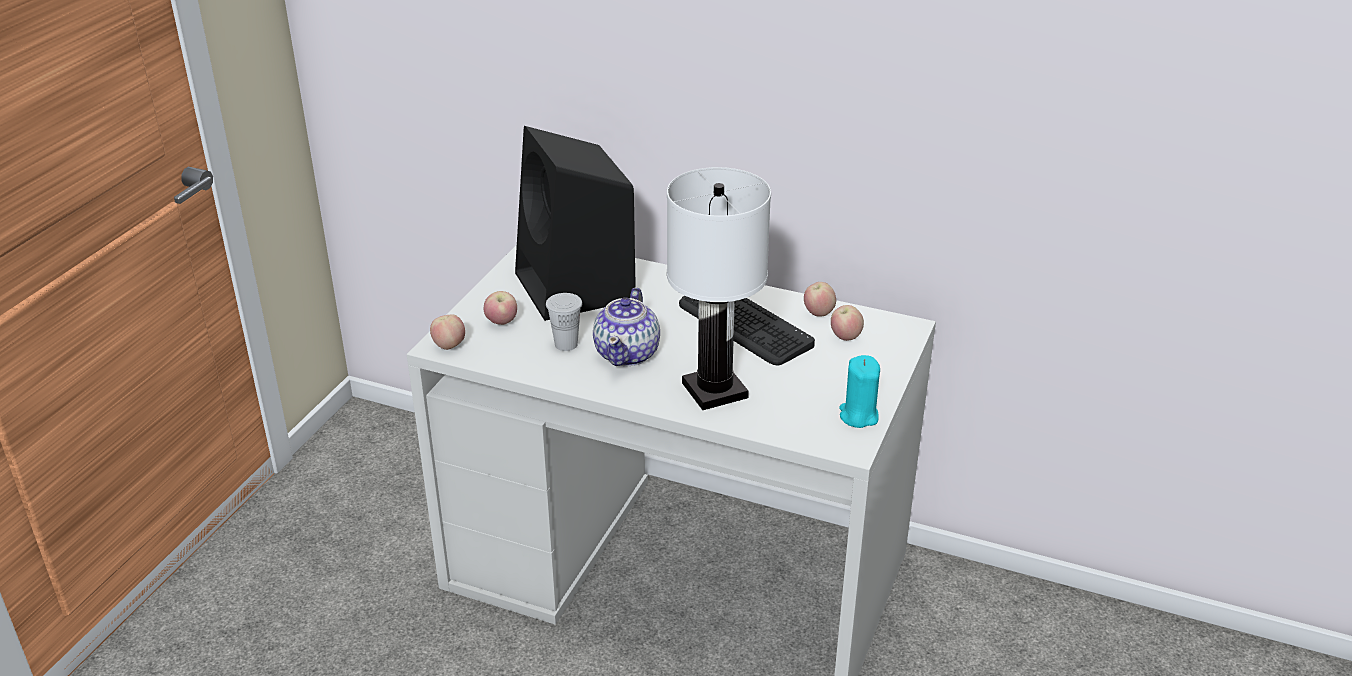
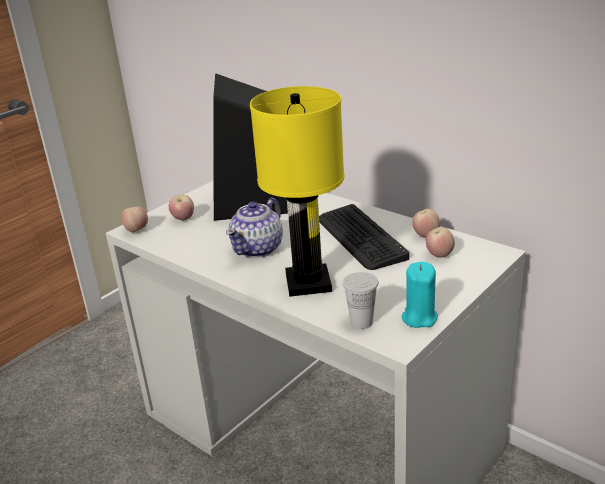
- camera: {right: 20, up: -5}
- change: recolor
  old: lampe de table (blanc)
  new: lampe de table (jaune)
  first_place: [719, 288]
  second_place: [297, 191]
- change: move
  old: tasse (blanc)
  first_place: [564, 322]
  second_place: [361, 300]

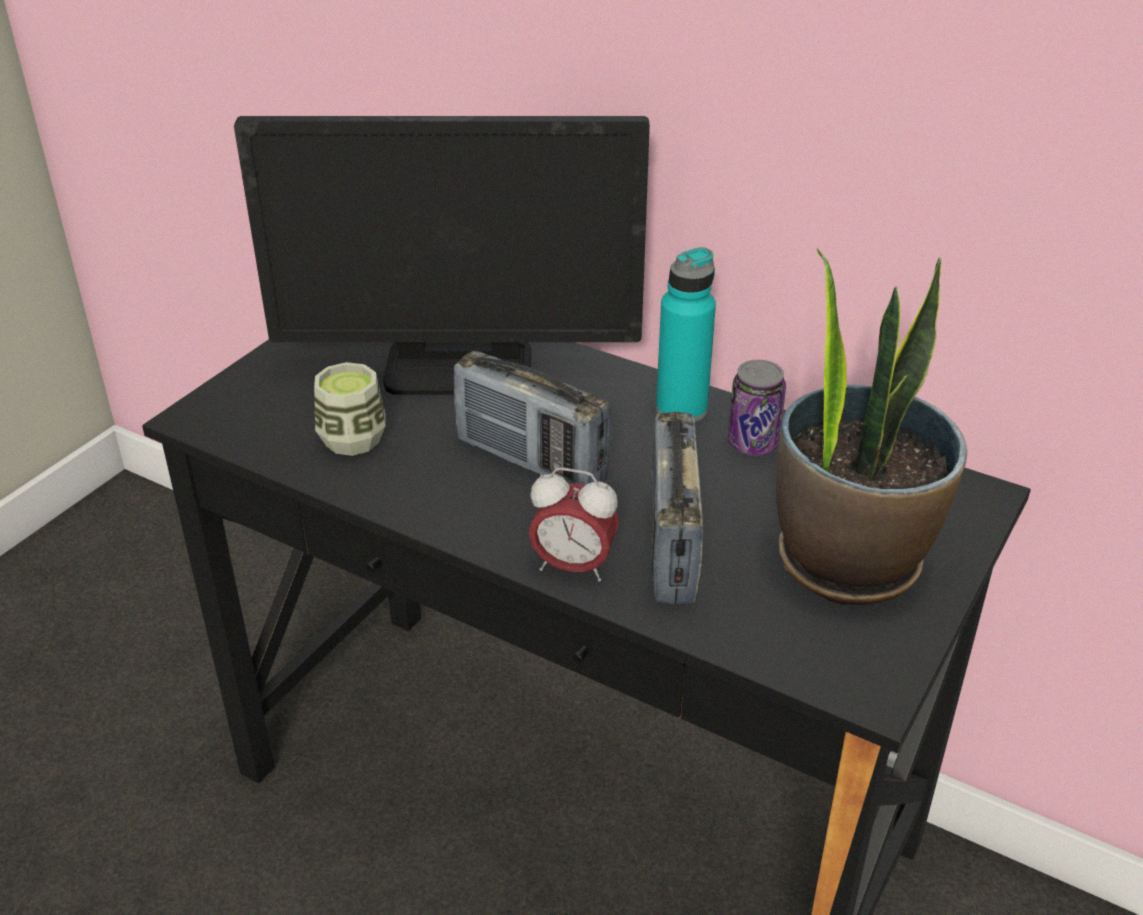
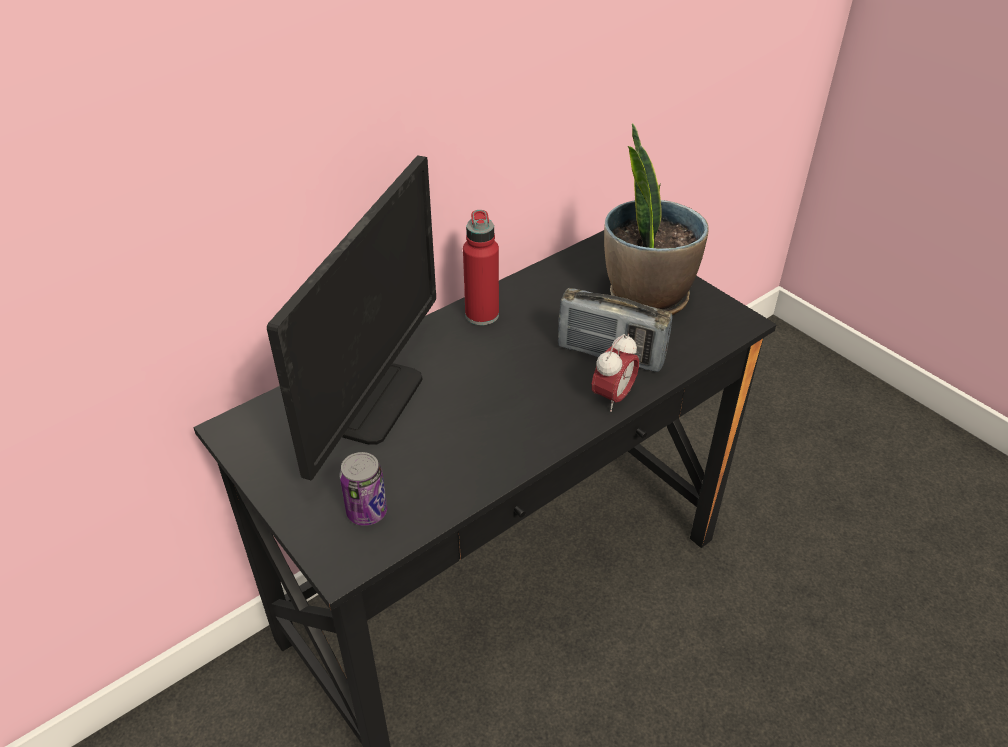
- camera: {right: -70, up: 5}
- change: move
  old: boîte métallique
  first_place: [757, 408]
  second_place: [363, 489]
- change: recolor
  old: bouteille (turquoise)
  new: bouteille (rouge)
  first_place: [686, 334]
  second_place: [481, 267]
- change: delete
  old: tasse
  first_place: [349, 409]
- change: delete
  old: radio
  first_place: [532, 418]

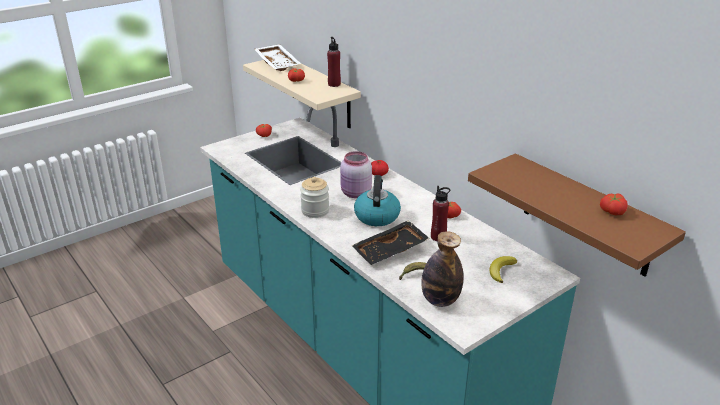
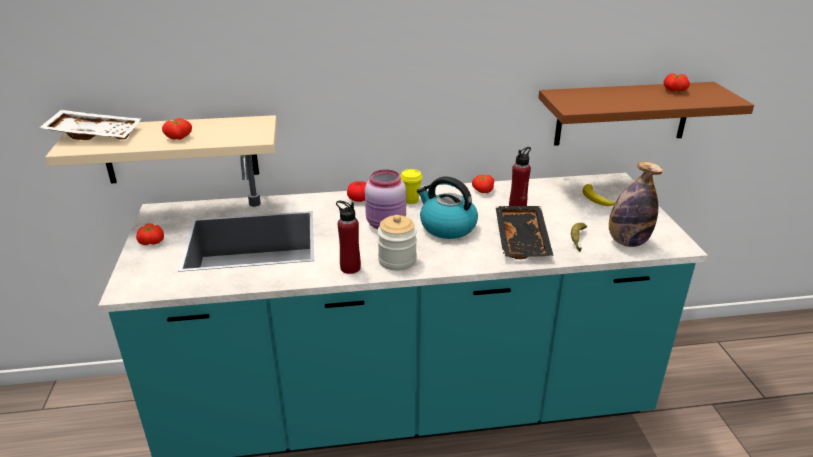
- camera: {right: -60, up: 0}
- change: move
  old: bouteille (rouge)
  first_place: [334, 62]
  second_place: [348, 237]
- change: insert
  new: tasse (jaune)
  second_place: [411, 186]

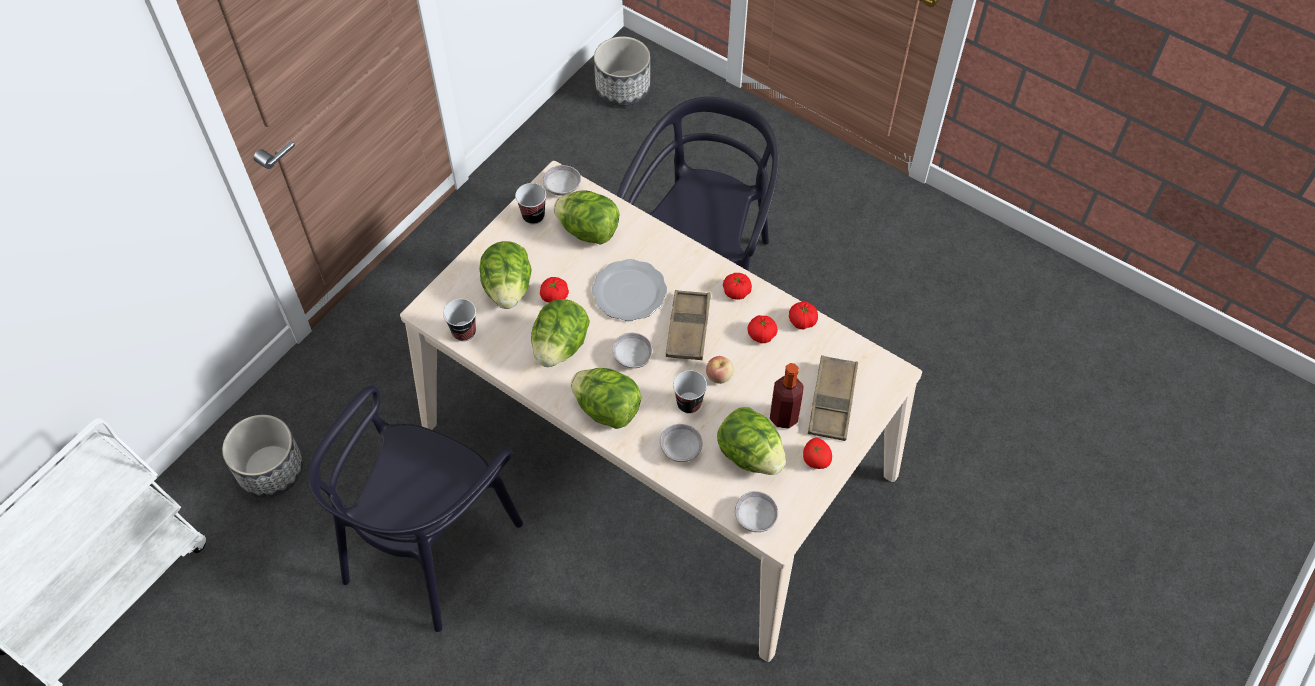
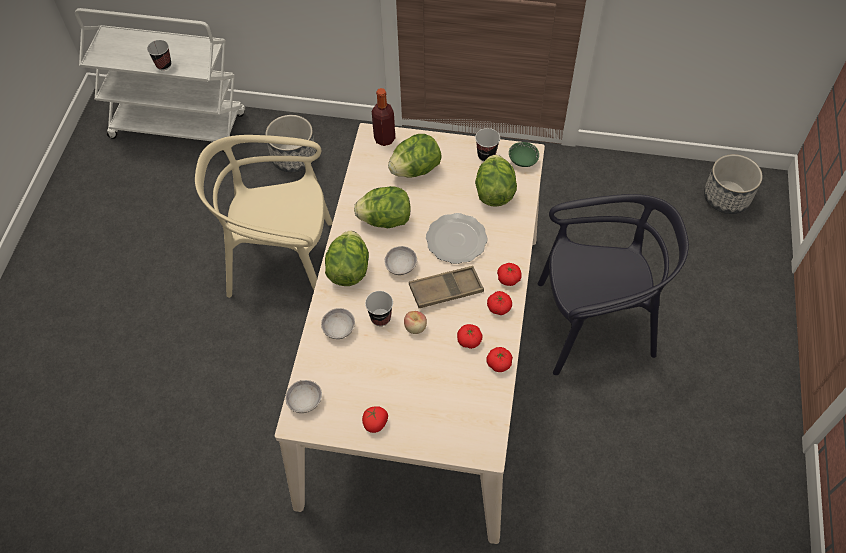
- camera: {right: 65, up: 0}
- change: move
  old: tasse
  first_place: [459, 320]
  second_place: [159, 55]
- change: recolor
  old: chaise (noir)
  new: chaise (beige)
  first_place: [415, 509]
  second_place: [264, 216]
- change: move
  old: bouteille
  first_place: [787, 396]
  second_place: [383, 117]
- change: move
  old: tomate
  first_place: [554, 290]
  second_place: [509, 274]
- change: recolor
  old: bol (gris)
  new: bol (vert)
  first_place: [562, 180]
  second_place: [524, 154]
- change: delete
  old: laitue
  first_place: [751, 441]
- change: delete
  old: plateau (marron)
  first_place: [833, 398]

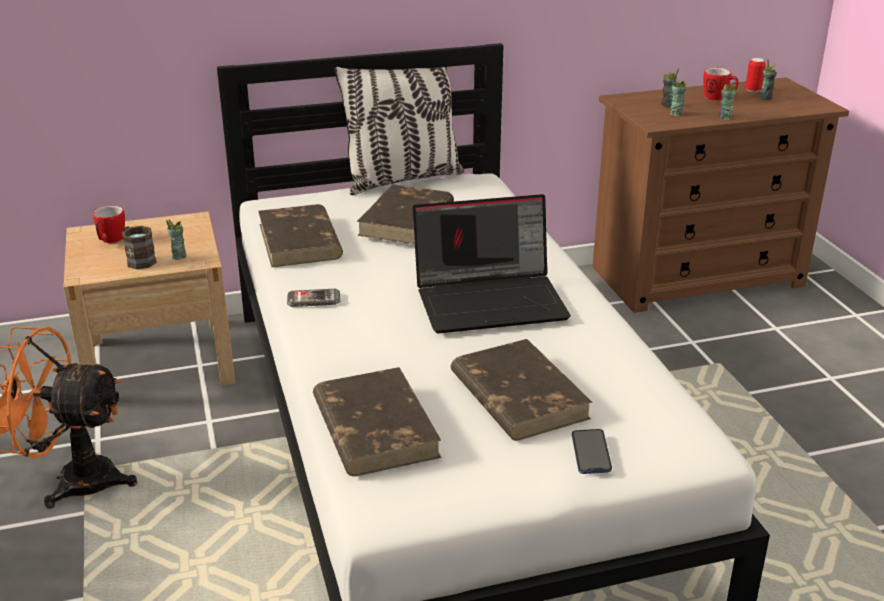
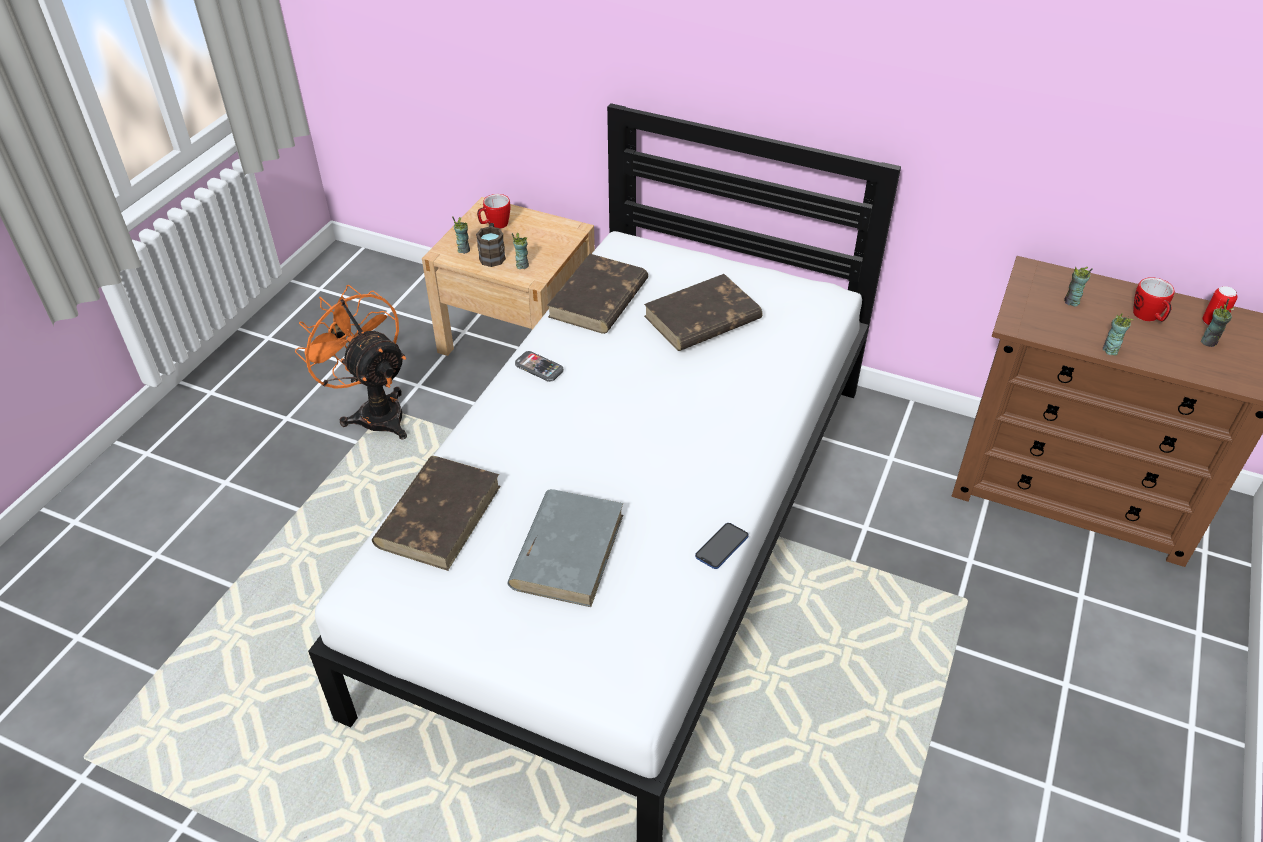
- camera: {right: 40, up: 15}
- change: move
  old: tasse
  first_place: [678, 96]
  second_place: [461, 235]
- change: recolor
  old: livre (marron)
  new: livre (gris)
  first_place: [521, 390]
  second_place: [565, 548]
- change: move
  old: téléphone
  first_place: [592, 451]
  second_place: [722, 546]
- change: delete
  old: coussin
  first_place: [399, 131]
- change: delete
  old: ordinateur portable
  first_place: [492, 263]

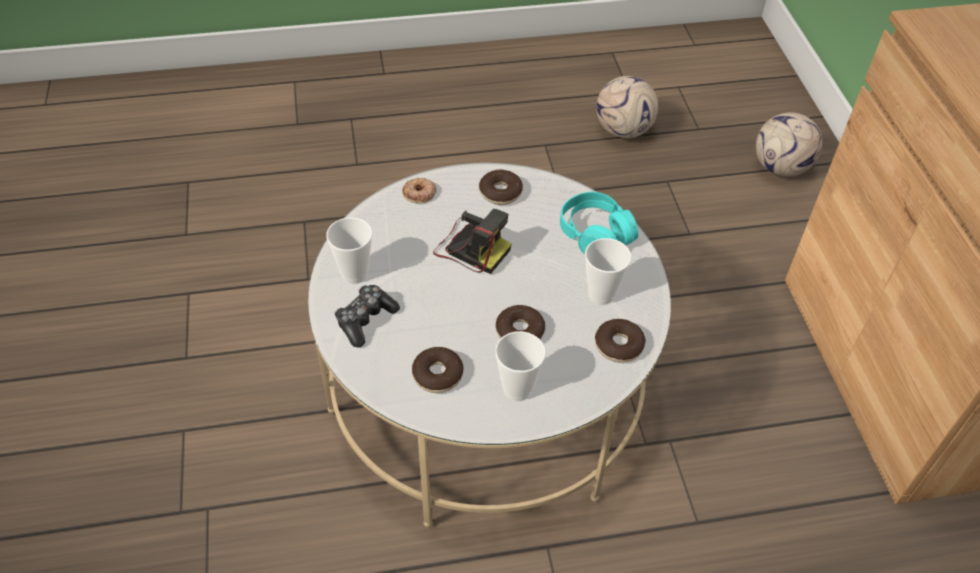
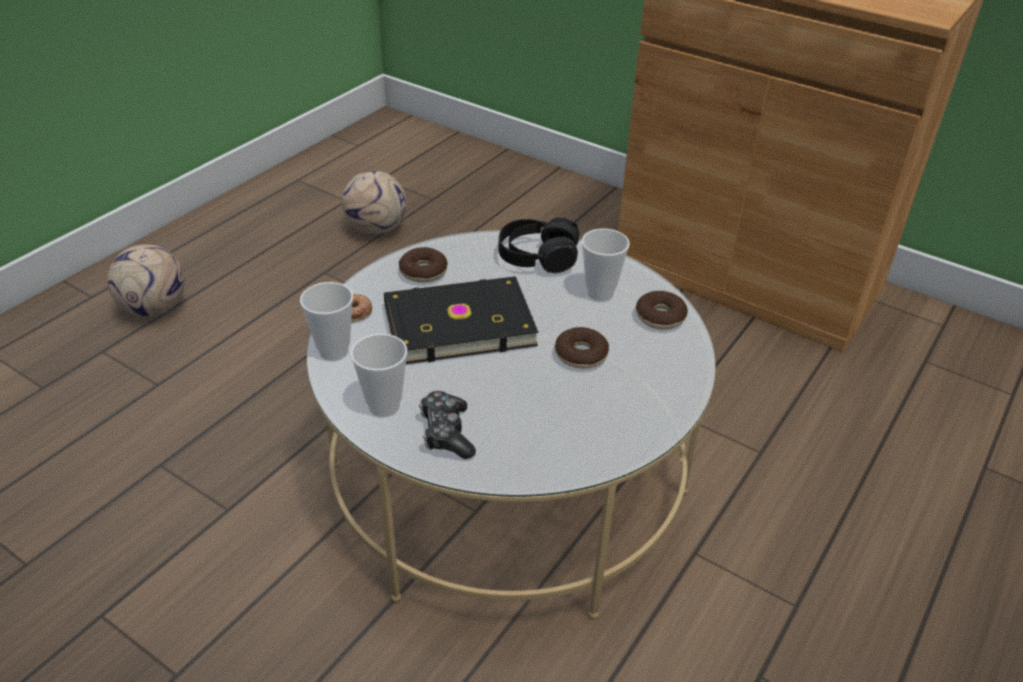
- camera: {right: -45, up: -10}
- change: move
  old: ballon de foot
  first_place: [789, 144]
  second_place: [146, 280]
- change: move
  old: tasse
  first_place: [520, 366]
  second_place: [326, 321]
- change: replace
  old: appareil photo
  new: livre (noir)
  first_place: [472, 241]
  second_place: [461, 320]
- change: recolor
  old: casque audio (turquoise)
  new: casque audio (noir)
  first_place: [599, 223]
  second_place: [539, 245]
- change: delete
  old: beignet
  first_place: [437, 370]

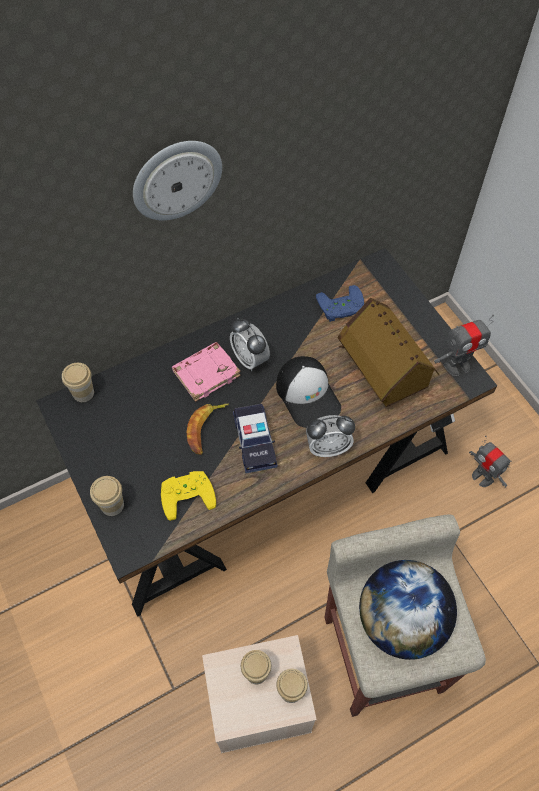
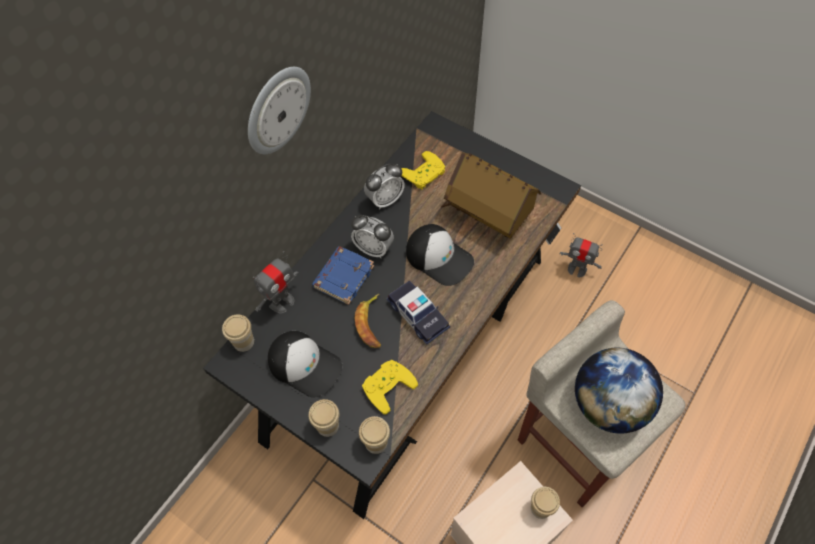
- camera: {right: -25, up: 0}
- change: move
  old: robot jouet
  first_place: [464, 345]
  second_place: [276, 282]
- change: insert
  new: casquette
  second_place: [305, 364]
- change: recolor
  old: livre (rose)
  new: livre (bleu)
  first_place: [206, 372]
  second_place: [343, 275]
- change: move
  old: tasse
  first_place: [256, 667]
  second_place: [374, 435]
- change: move
  old: réveil
  first_place: [330, 436]
  second_place: [384, 186]
- change: recolor
  old: manette (bleu)
  new: manette (jaune)
  first_place: [340, 303]
  second_place: [423, 170]

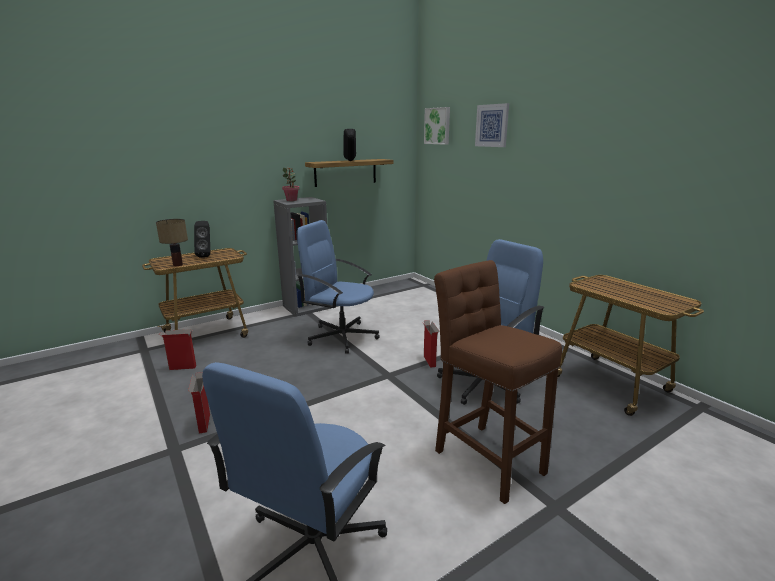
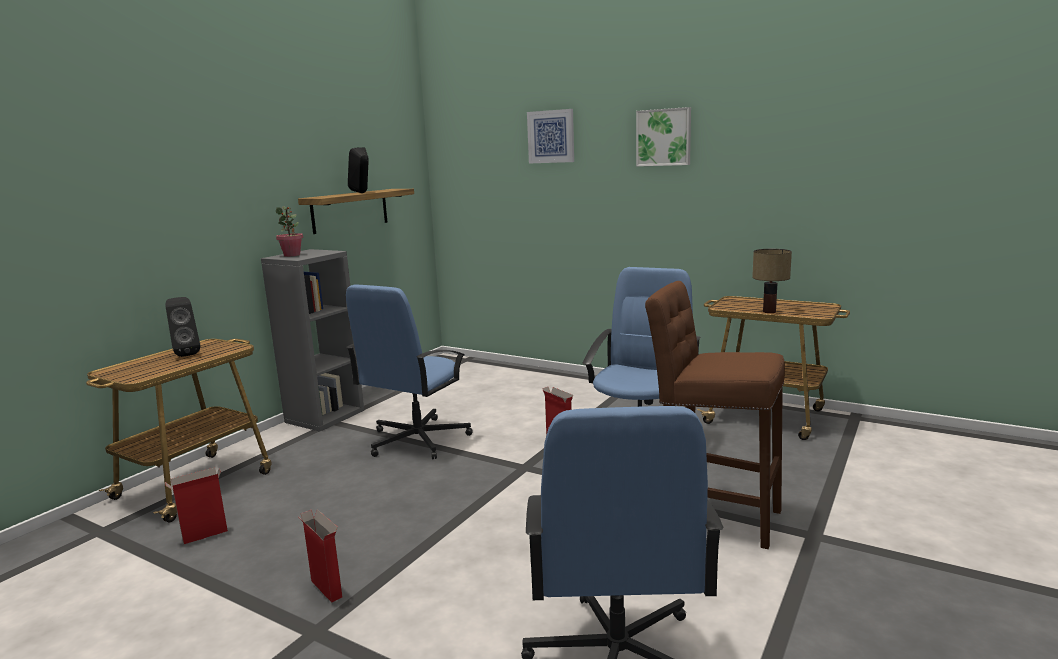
- camera: {right: -25, up: -5}
- change: rotate
  old: chaise de bureau (bleu)
  first_place: [338, 287]
  second_place: [409, 372]
  degrees: -60
- change: move
  old: tableau
  first_place: [437, 126]
  second_place: [663, 136]
- change: move
  old: lampe de table
  first_place: [172, 242]
  second_place: [772, 281]

